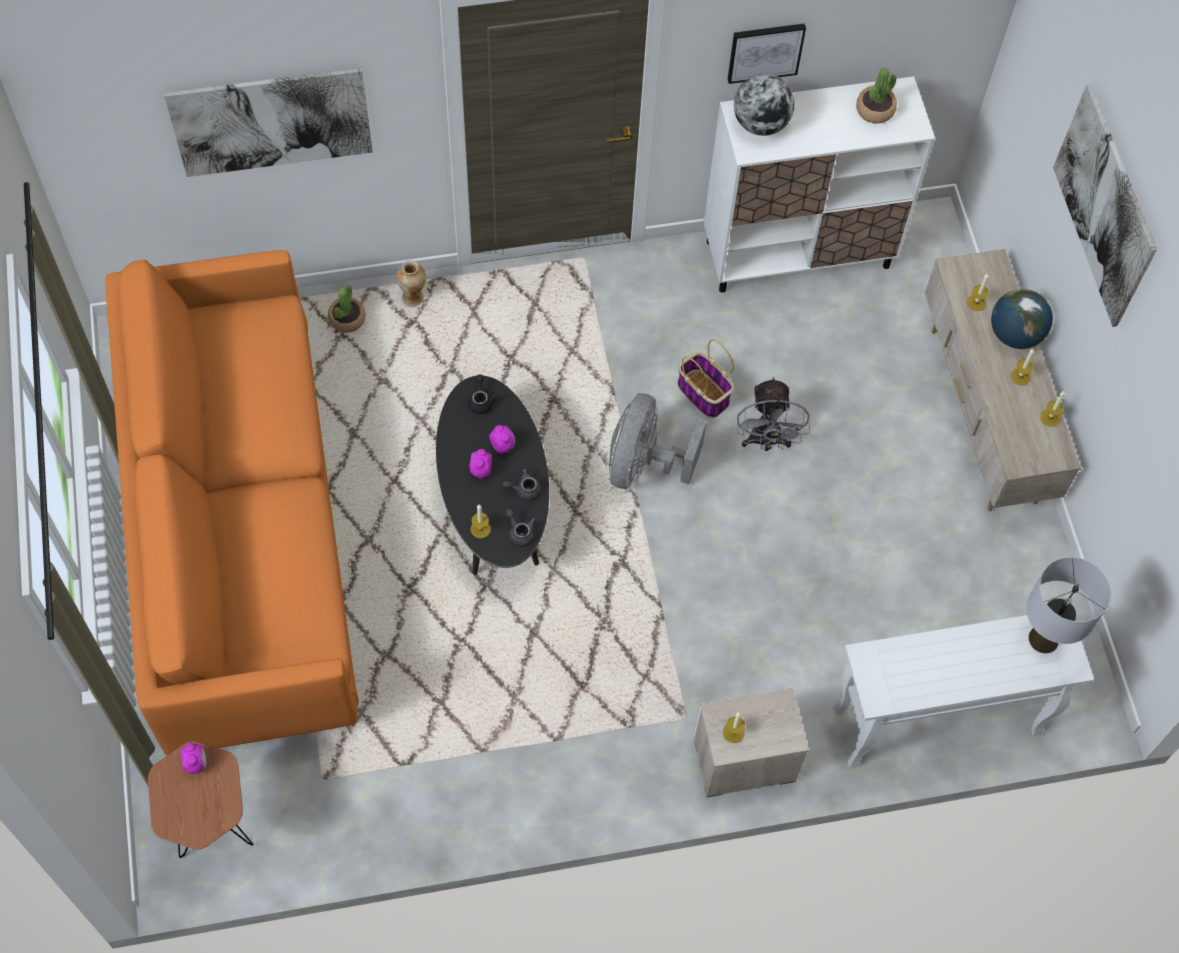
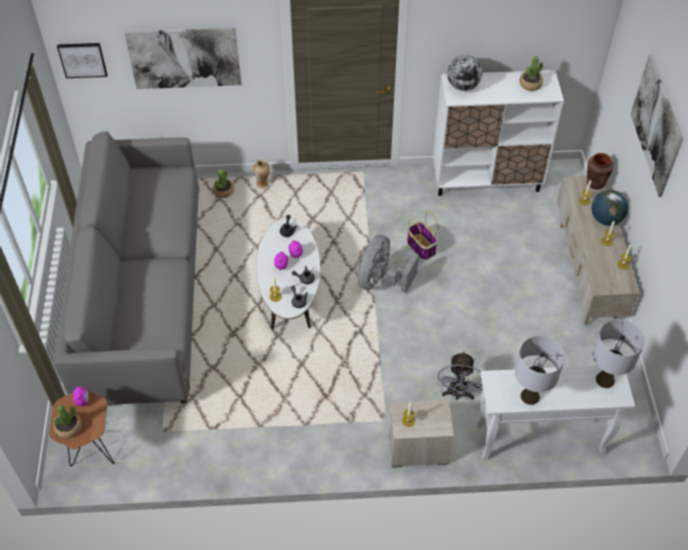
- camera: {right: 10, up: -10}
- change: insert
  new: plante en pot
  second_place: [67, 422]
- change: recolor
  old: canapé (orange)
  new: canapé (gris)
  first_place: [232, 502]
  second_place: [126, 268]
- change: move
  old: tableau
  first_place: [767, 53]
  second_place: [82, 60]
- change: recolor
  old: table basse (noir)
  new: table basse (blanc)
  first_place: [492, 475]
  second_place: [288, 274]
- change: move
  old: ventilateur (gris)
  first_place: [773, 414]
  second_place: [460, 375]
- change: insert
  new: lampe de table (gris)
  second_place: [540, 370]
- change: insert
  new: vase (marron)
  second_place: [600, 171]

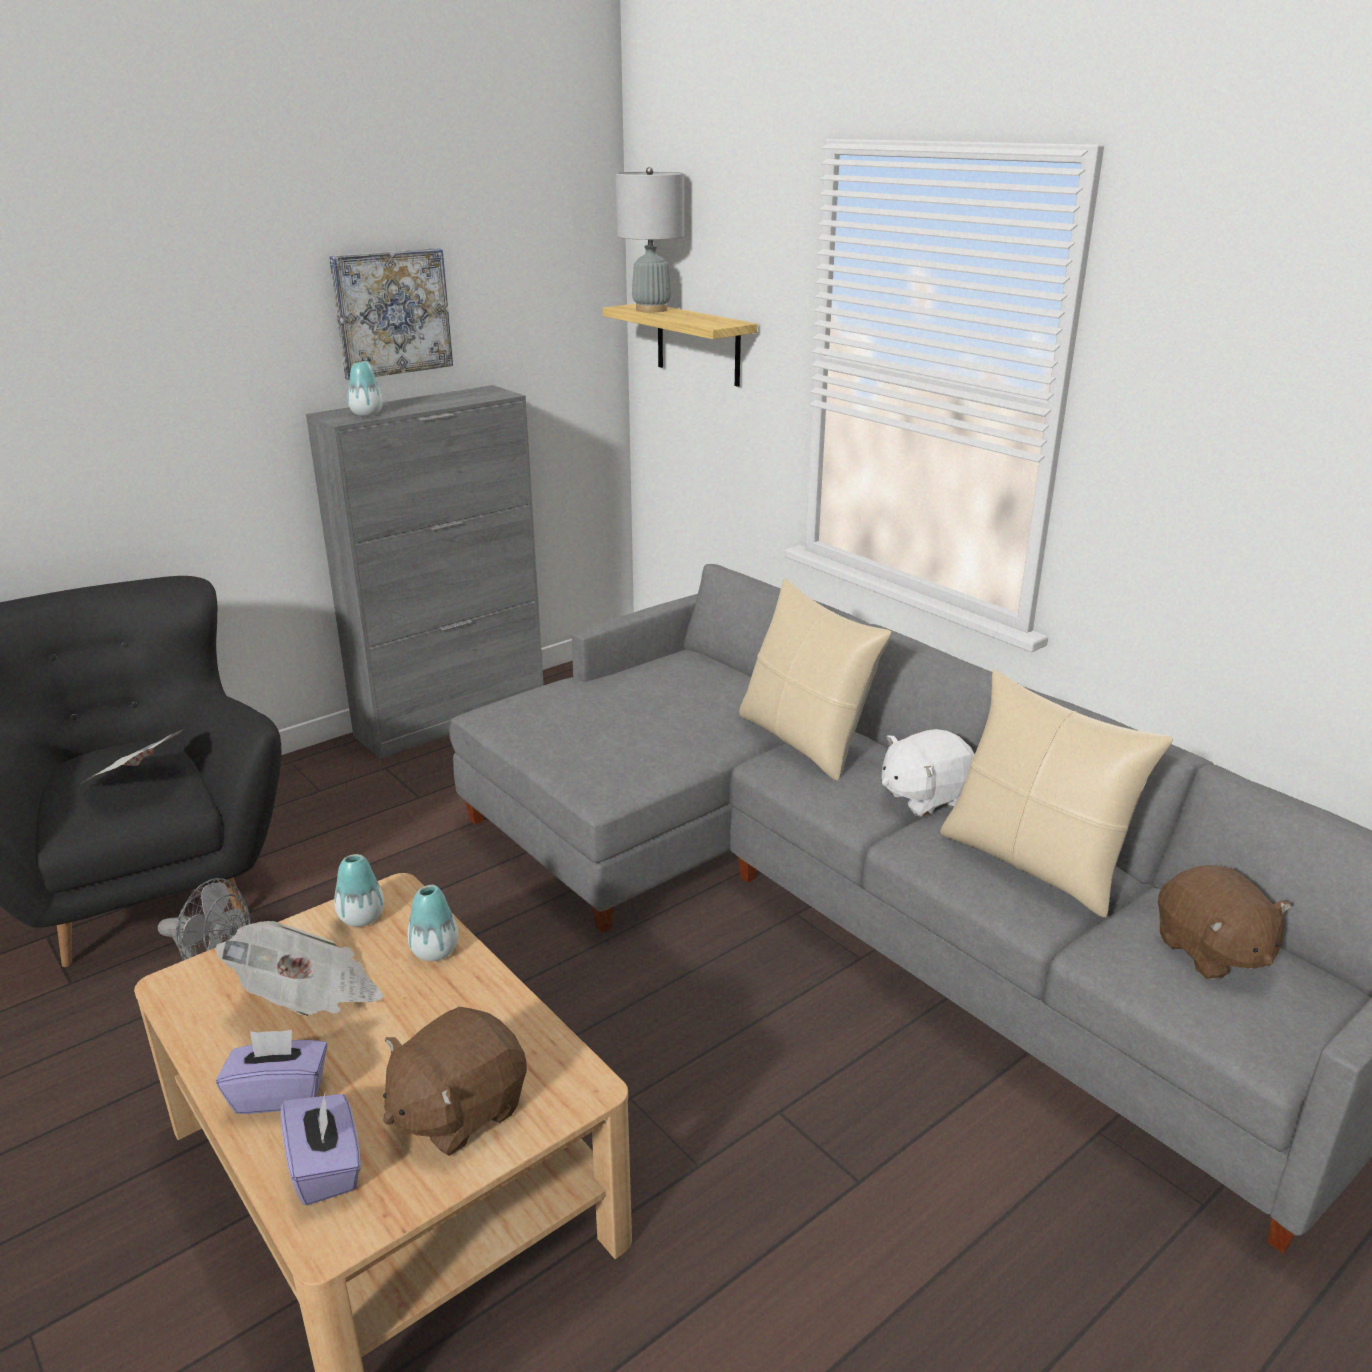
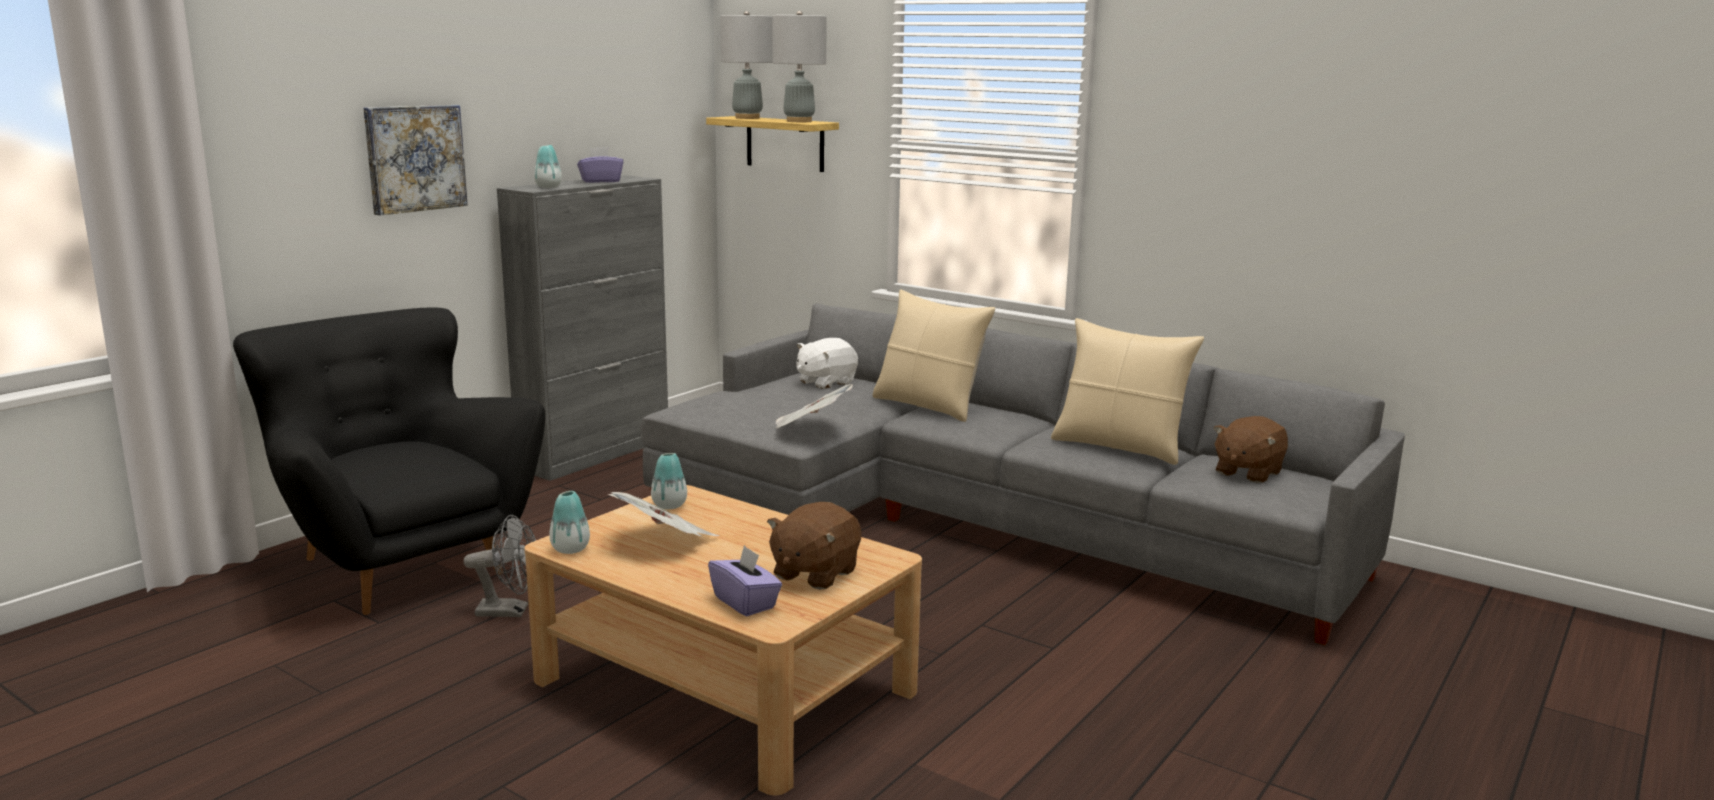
- camera: {right: -15, up: -10}
- change: move
  old: tableau
  first_place: [391, 314]
  second_place: [416, 160]
- change: move
  old: vase
  first_place: [433, 923]
  second_place: [569, 522]
- change: move
  old: boîte à mouchoirs (violet)
  first_place: [272, 1072]
  second_place: [600, 165]
- change: insert
  new: lampe de table (gris)
  second_place: [799, 66]
- change: move
  old: journal
  first_place: [132, 756]
  second_place: [814, 406]
- change: move
  old: peluche (blanc)
  first_place: [928, 773]
  second_place: [827, 363]
- change: rotate
  old: peluche (marron)
  first_place: [1224, 922]
  second_place: [1251, 449]
  degrees: 75

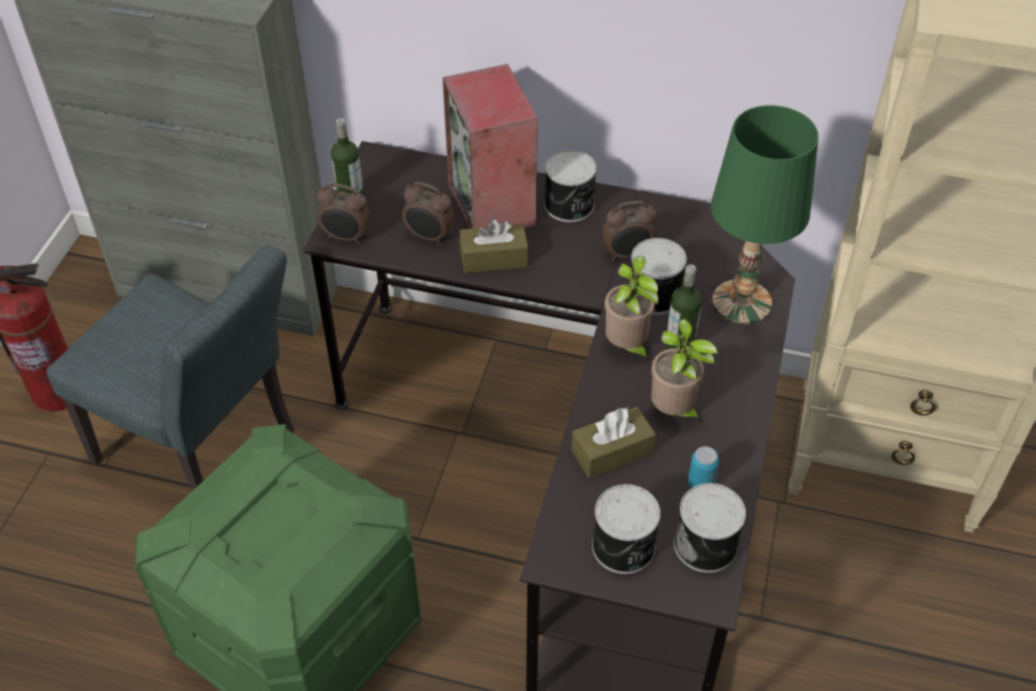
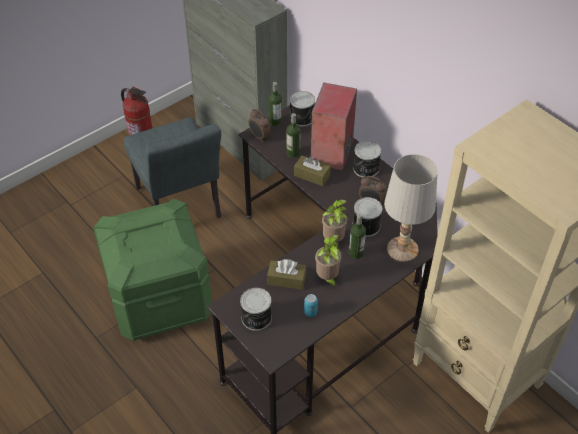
- camera: {right: 35, up: 0}
- change: replace
  old: réveil
  new: bouteille
  first_place: [428, 213]
  second_place: [293, 135]
- change: move
  old: boîte métallique
  first_place: [710, 528]
  second_place: [302, 108]
- change: recolor
  old: lampe de table (vert)
  new: lampe de table (blanc)
  first_place: [765, 214]
  second_place: [411, 208]

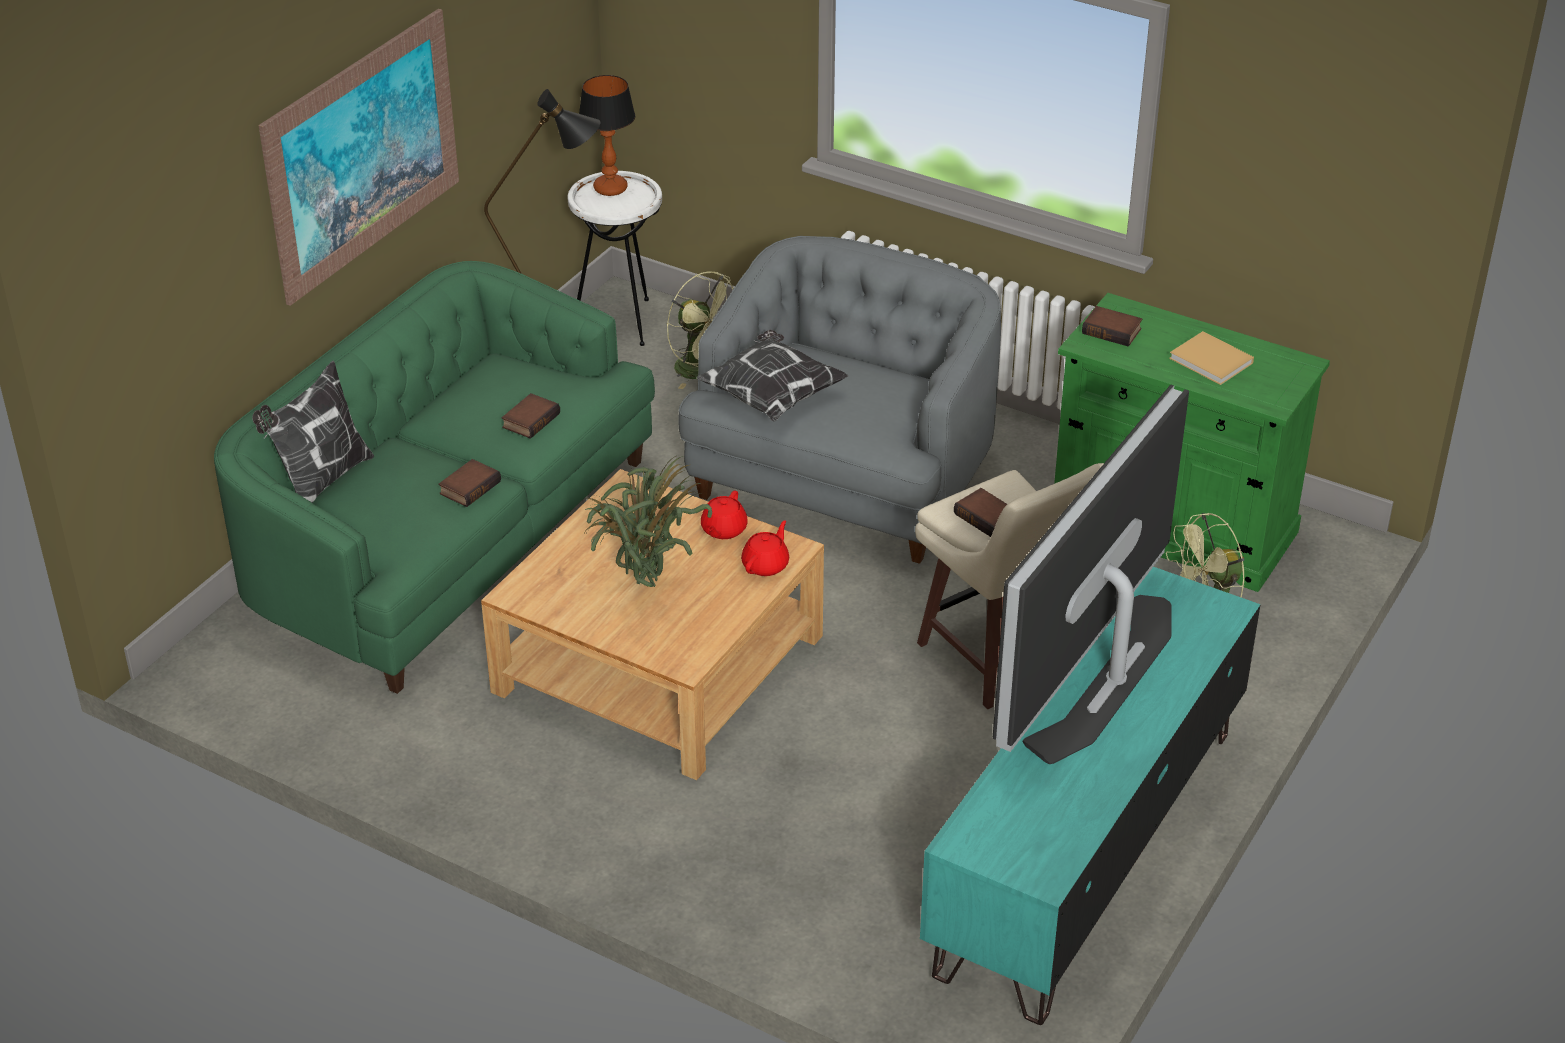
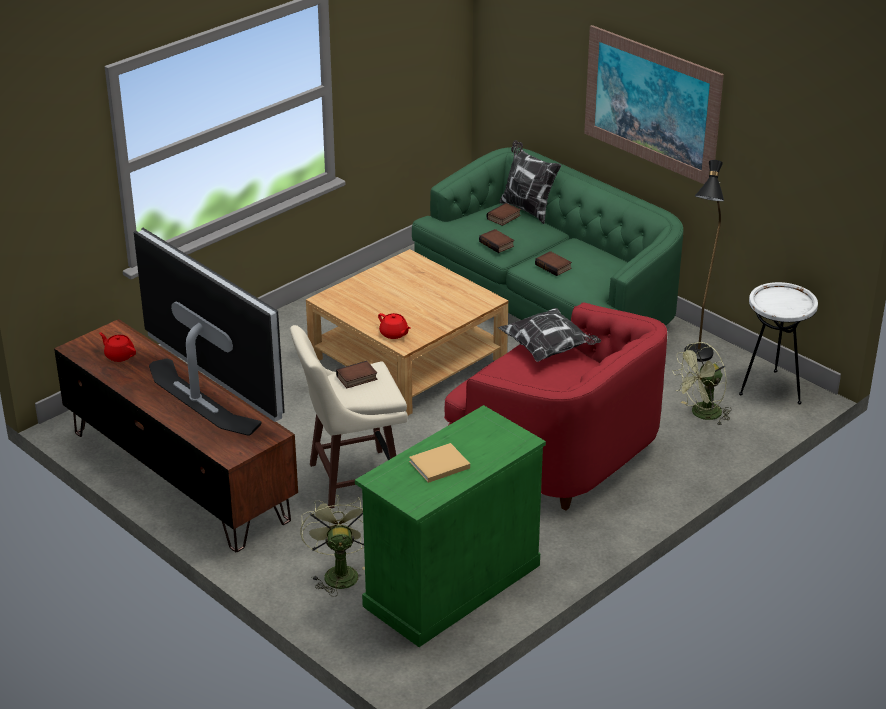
- camera: {right: 105, up: -5}
- change: recolor
  old: meuble télé (turquoise)
  new: meuble télé (marron)
  first_place: [1090, 796]
  second_place: [176, 435]
- change: move
  old: théière (rouge)
  first_place: [724, 515]
  second_place: [117, 347]
- change: recolor
  old: fauteuil (gris)
  new: fauteuil (rouge)
  first_place: [839, 400]
  second_place: [555, 406]
- change: move
  old: livre
  first_place: [1112, 326]
  second_place: [504, 214]
- change: delete
  old: lampe de table
  first_place: [607, 135]
- change: delete
  old: plante en pot
  first_place: [648, 521]

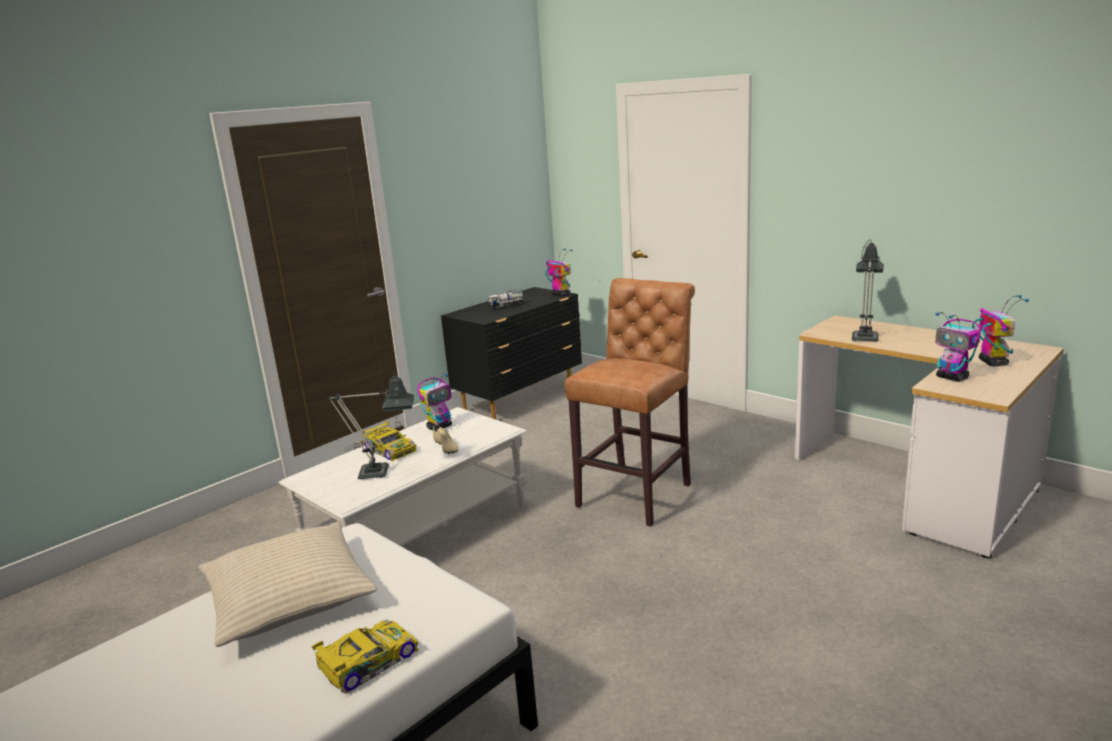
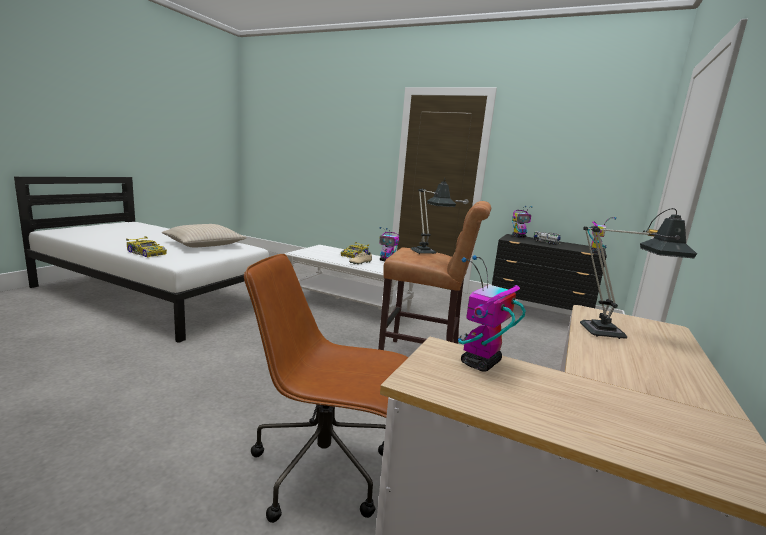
- camera: {right: 70, up: -5}
- change: insert
  new: chaise de bureau (marron)
  second_place: [326, 388]
- change: move
  old: lampe de table
  first_place: [371, 425]
  second_place: [433, 216]
- change: move
  old: robot jouet
  first_place: [1000, 330]
  second_place: [522, 222]

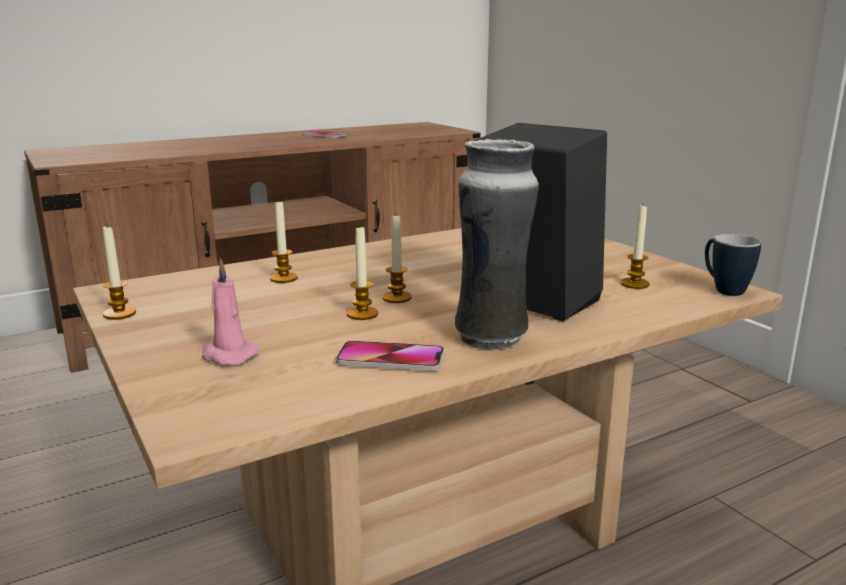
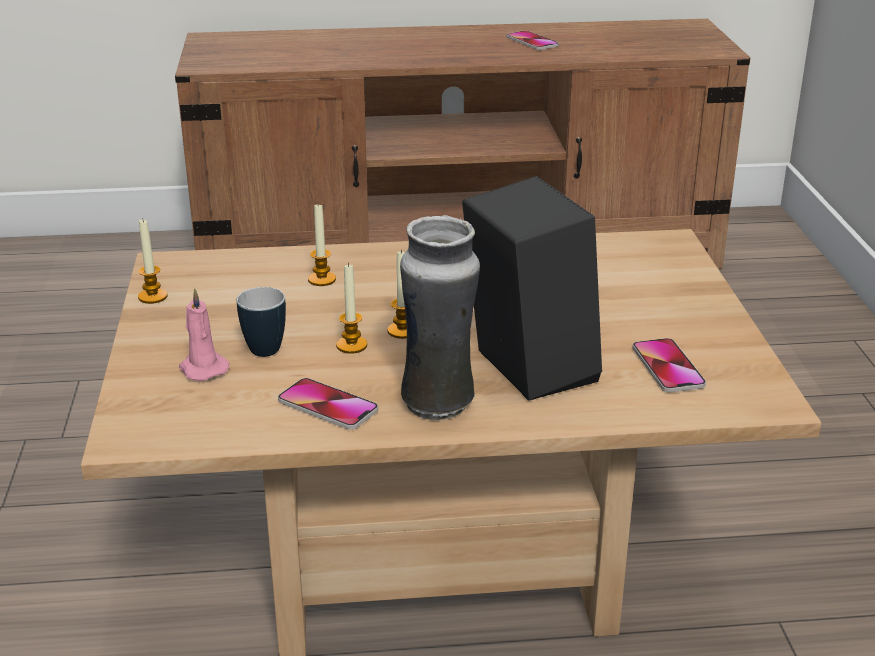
- camera: {right: 25, up: 10}
- change: move
  old: mug
  first_place: [733, 265]
  second_place: [261, 322]
- change: replace
  old: bougie
  new: téléphone
  first_place: [635, 247]
  second_place: [669, 365]

